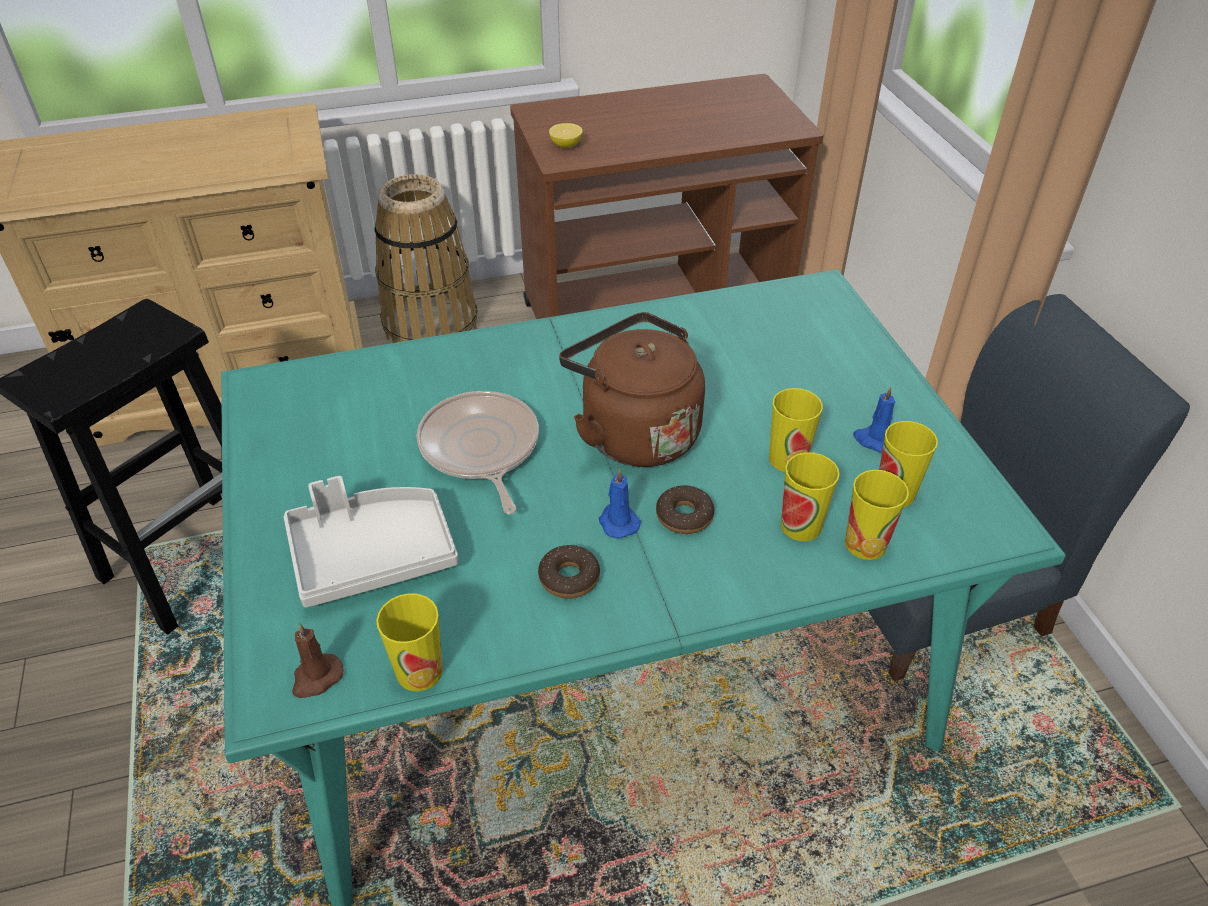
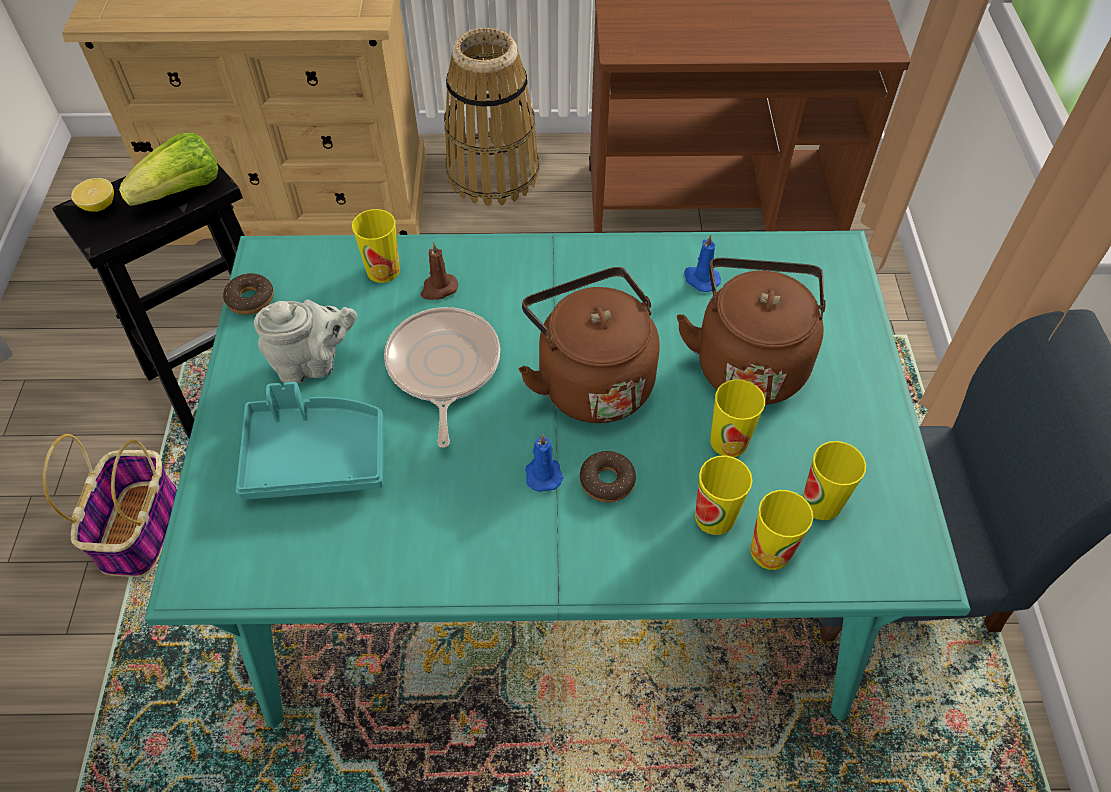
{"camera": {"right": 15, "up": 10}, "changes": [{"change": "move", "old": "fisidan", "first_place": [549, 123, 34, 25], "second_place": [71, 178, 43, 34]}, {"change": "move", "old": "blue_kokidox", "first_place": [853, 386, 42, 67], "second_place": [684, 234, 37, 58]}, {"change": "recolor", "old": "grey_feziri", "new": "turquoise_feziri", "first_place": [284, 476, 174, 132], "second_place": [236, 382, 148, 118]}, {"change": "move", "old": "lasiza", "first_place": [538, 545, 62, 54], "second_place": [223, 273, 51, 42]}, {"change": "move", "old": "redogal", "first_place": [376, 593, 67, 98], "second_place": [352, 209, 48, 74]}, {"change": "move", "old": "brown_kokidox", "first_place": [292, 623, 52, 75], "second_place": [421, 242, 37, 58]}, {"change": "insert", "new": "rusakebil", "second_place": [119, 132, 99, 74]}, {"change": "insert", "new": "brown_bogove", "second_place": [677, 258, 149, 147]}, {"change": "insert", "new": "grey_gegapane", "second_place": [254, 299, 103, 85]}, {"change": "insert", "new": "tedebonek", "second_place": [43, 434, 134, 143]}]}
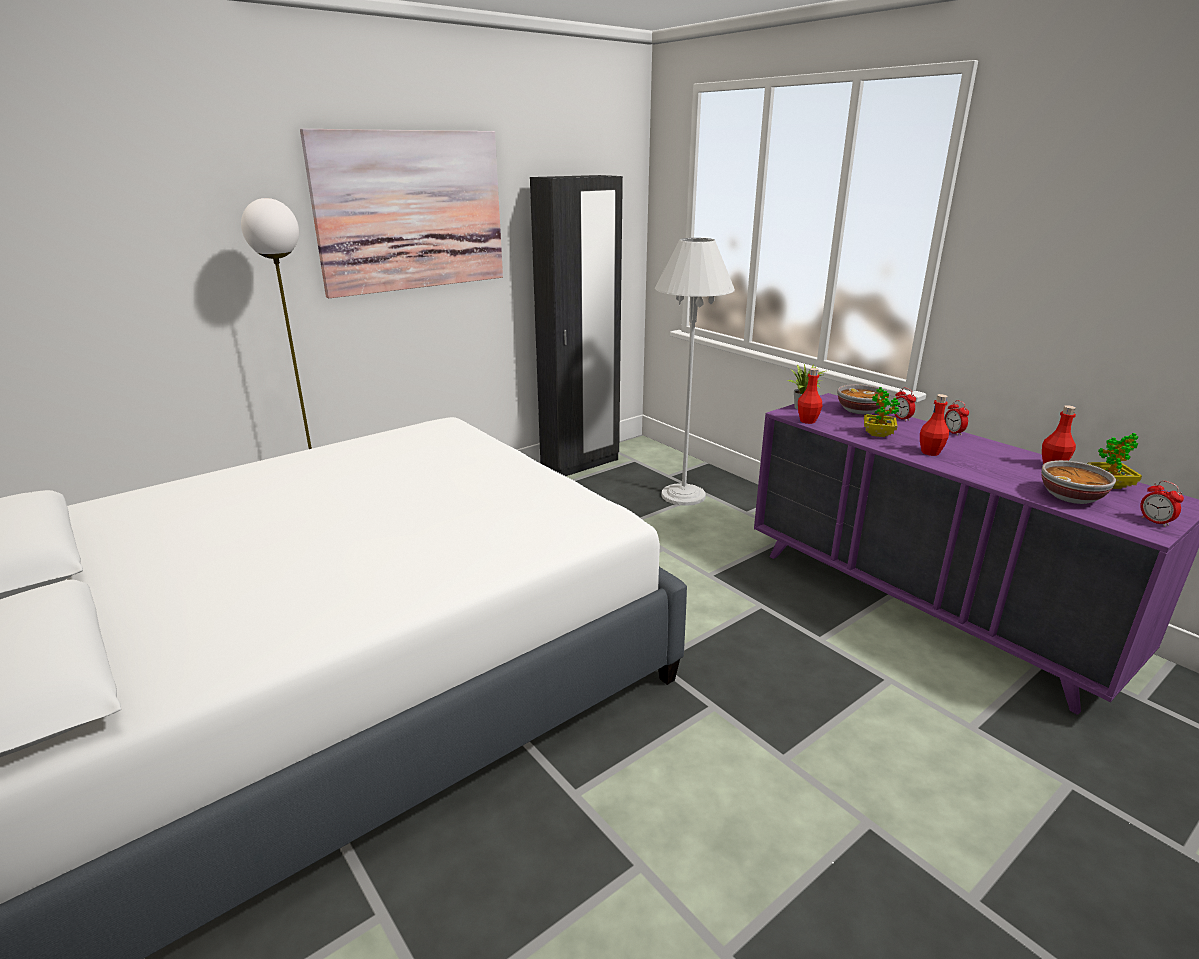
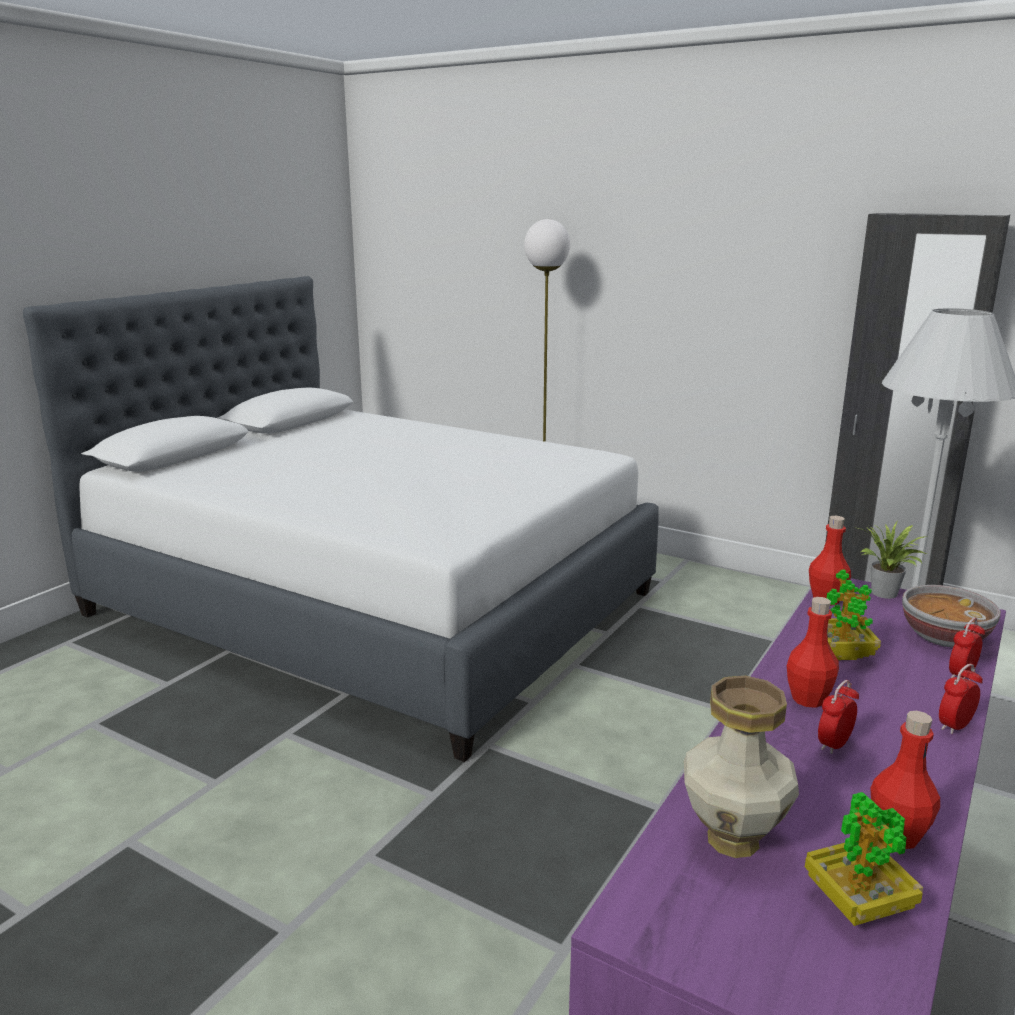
{"camera": {"right": 70, "up": -5}, "changes": [{"change": "delete", "old": "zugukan", "first_place": [300, 129, 203, 169]}, {"change": "replace", "old": "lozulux", "new": "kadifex", "first_place": [1041, 460, 75, 44], "second_place": [684, 676, 115, 182]}, {"change": "move", "old": "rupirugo", "first_place": [1140, 481, 44, 46], "second_place": [818, 680, 41, 74]}]}
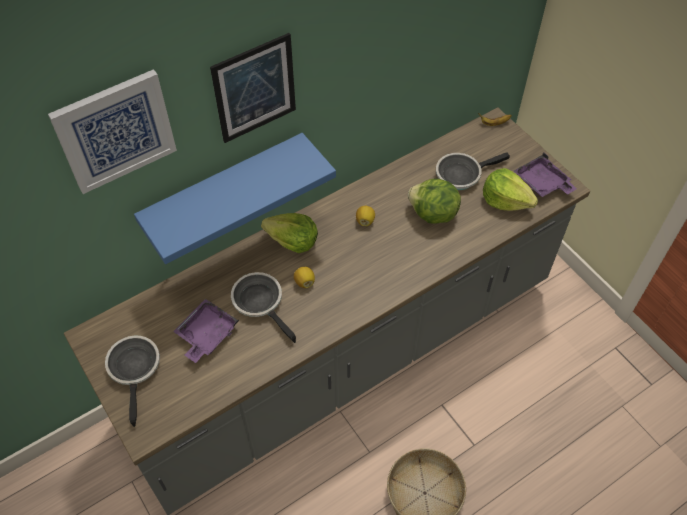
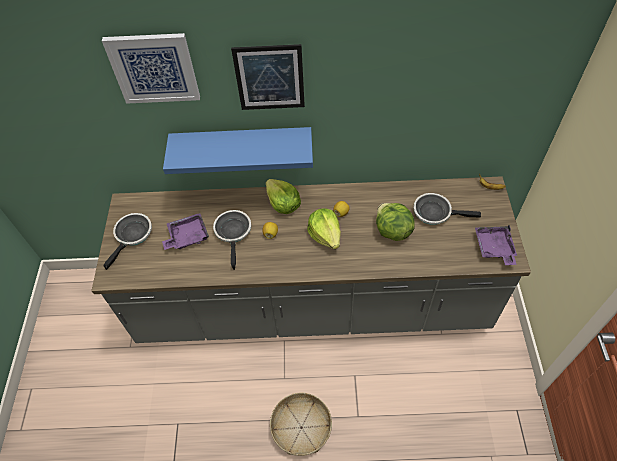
{"camera": {"right": 35, "up": 0}, "changes": [{"change": "move", "old": "rusakebil", "first_place": [483, 168, 55, 43], "second_place": [307, 208, 34, 41]}]}
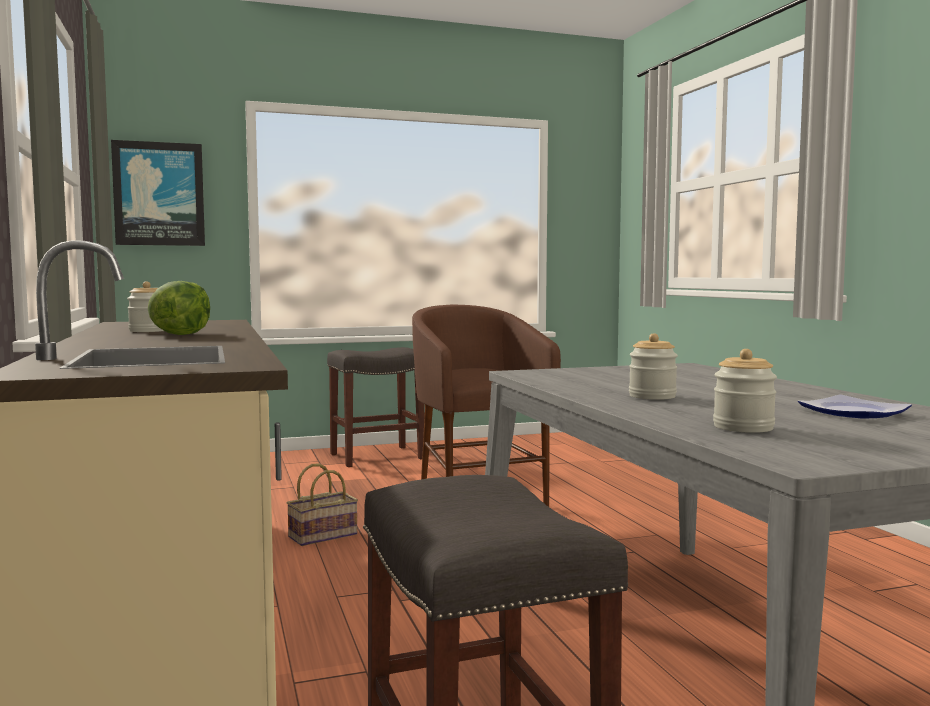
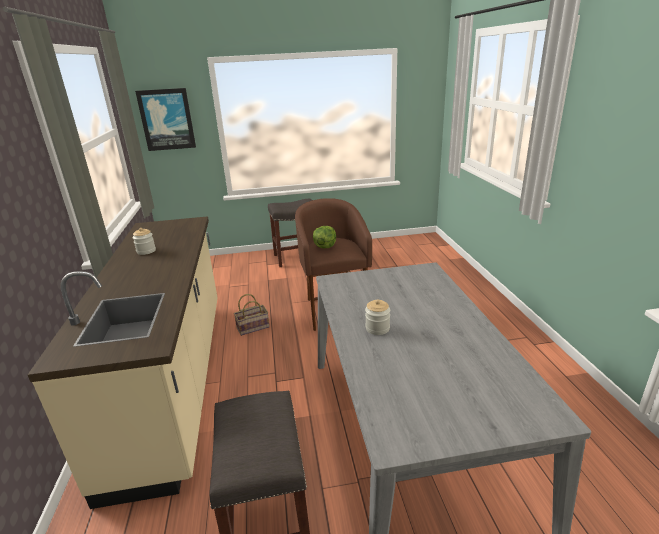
{"camera": {"right": 10, "up": 20}, "changes": [{"change": "move", "old": "rusakebil", "first_place": [148, 281, 62, 54], "second_place": [313, 226, 23, 22]}, {"change": "delete", "old": "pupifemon", "first_place": [713, 349, 64, 84]}, {"change": "delete", "old": "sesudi", "first_place": [798, 394, 114, 24]}]}
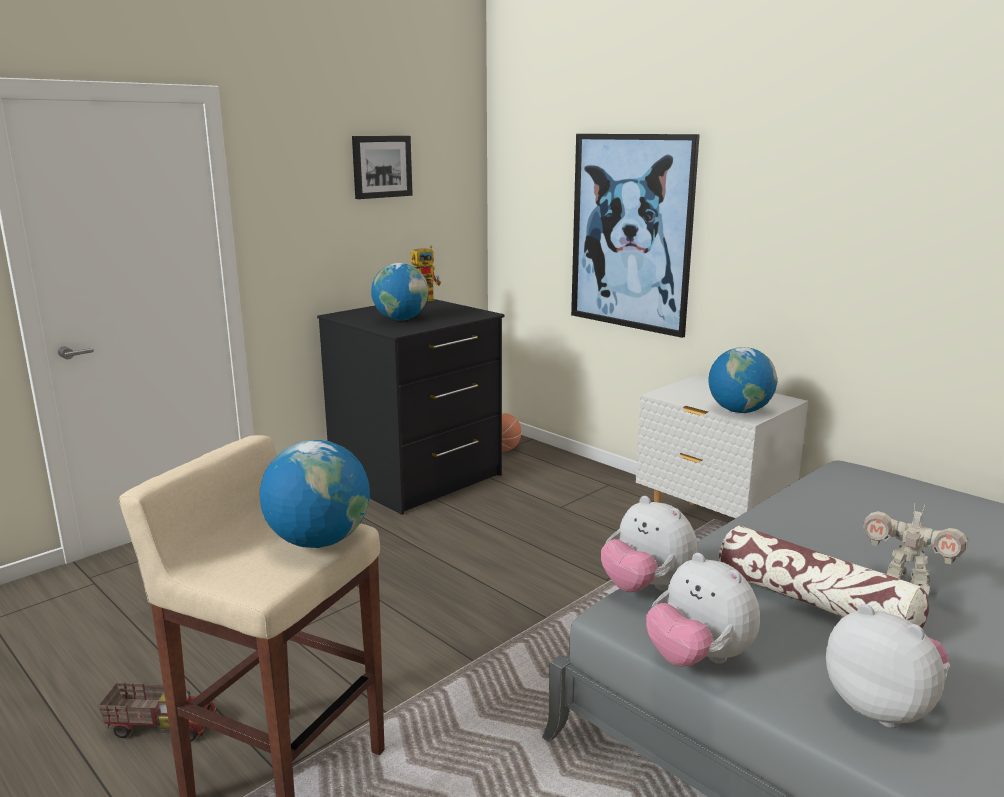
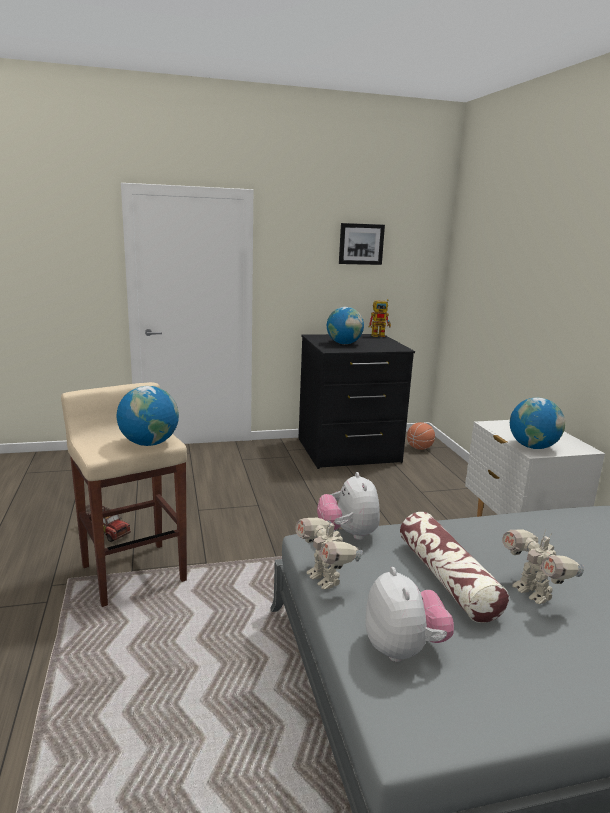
{"camera": {"right": 30, "up": 0}, "changes": [{"change": "delete", "old": "zugukan", "first_place": [571, 134, 129, 204]}, {"change": "replace", "old": "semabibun", "new": "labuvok", "first_place": [646, 553, 114, 114], "second_place": [296, 518, 67, 72]}]}
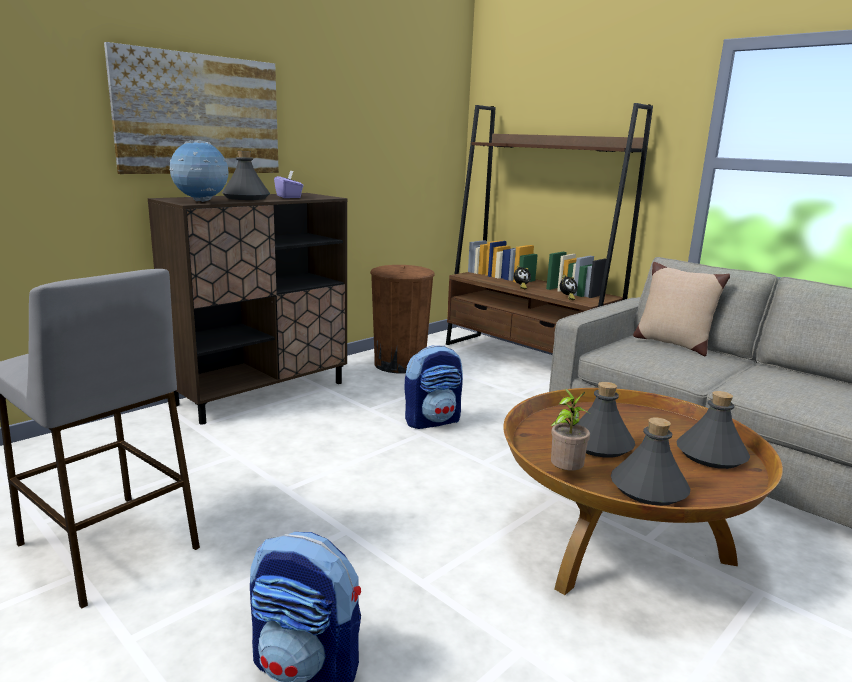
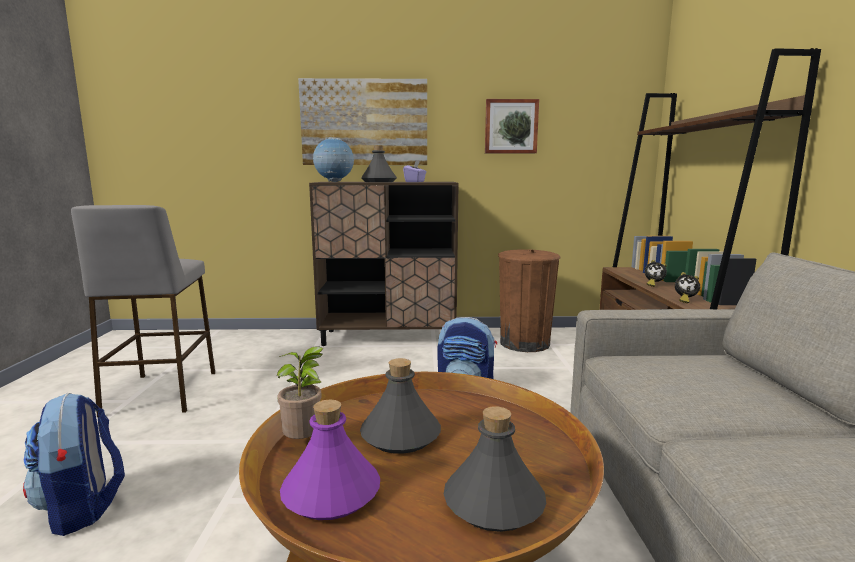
{"camera": {"right": 45, "up": -5}, "changes": [{"change": "delete", "old": "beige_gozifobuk", "first_place": [633, 262, 97, 94]}, {"change": "recolor", "old": "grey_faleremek", "new": "purple_faleremek", "first_place": [611, 417, 79, 89], "second_place": [280, 400, 100, 120]}, {"change": "insert", "new": "zugukan", "second_place": [485, 99, 54, 54]}]}
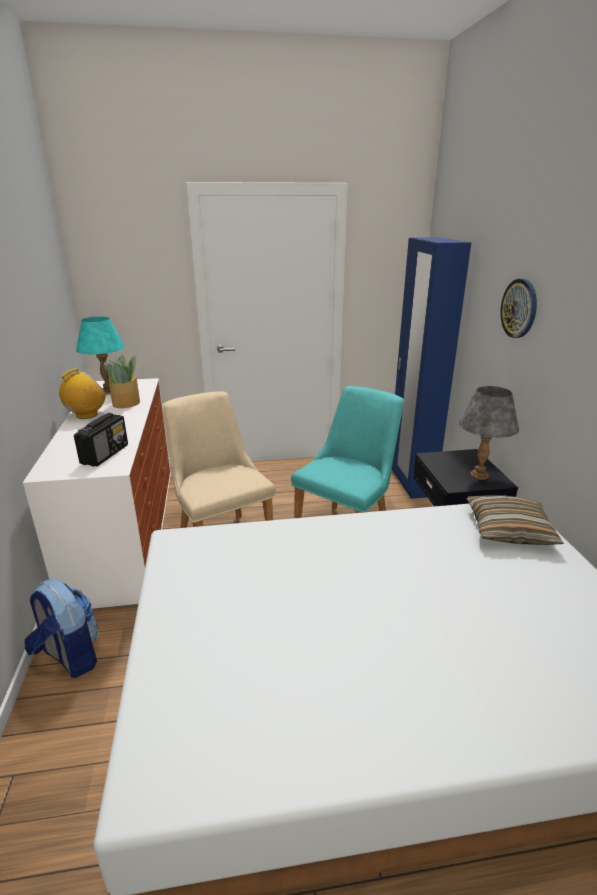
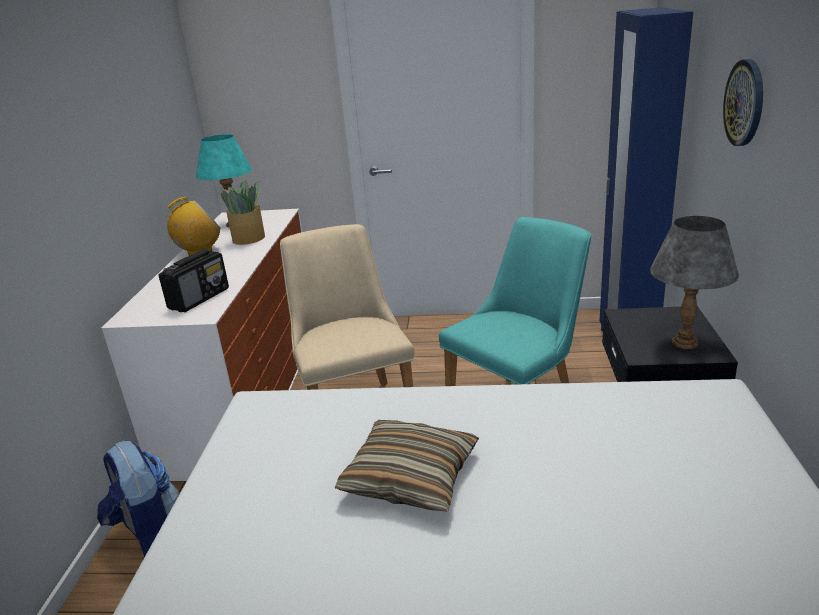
{"camera": {"right": 15, "up": 0}, "changes": [{"change": "move", "old": "gozifobuk", "first_place": [467, 495, 97, 50], "second_place": [335, 420, 144, 92]}]}
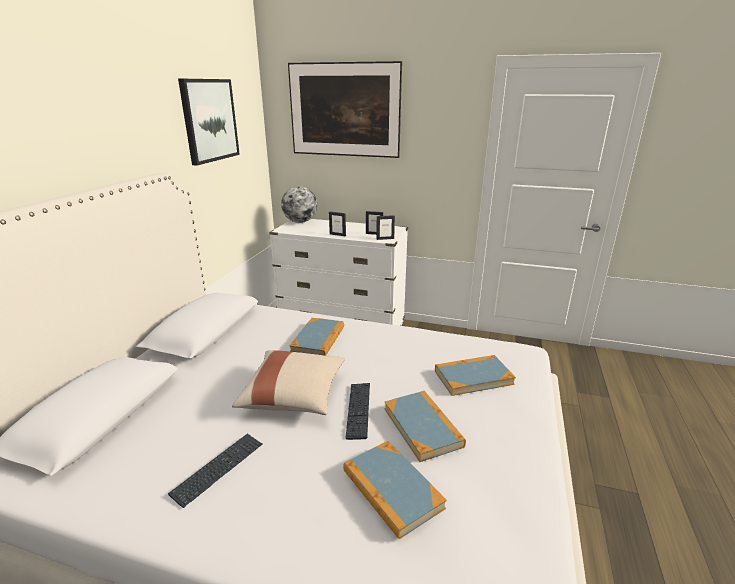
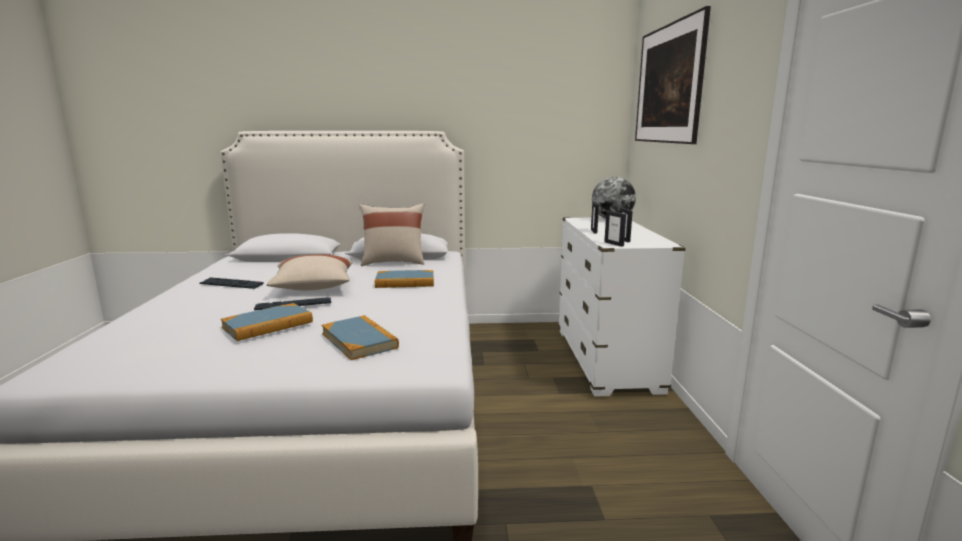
{"camera": {"right": 70, "up": -10}, "changes": [{"change": "delete", "old": "zugukan", "first_place": [178, 79, 62, 87]}, {"change": "delete", "old": "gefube", "first_place": [343, 441, 104, 98]}, {"change": "insert", "new": "beige_gozifobuk", "second_place": [359, 203, 65, 63]}]}
